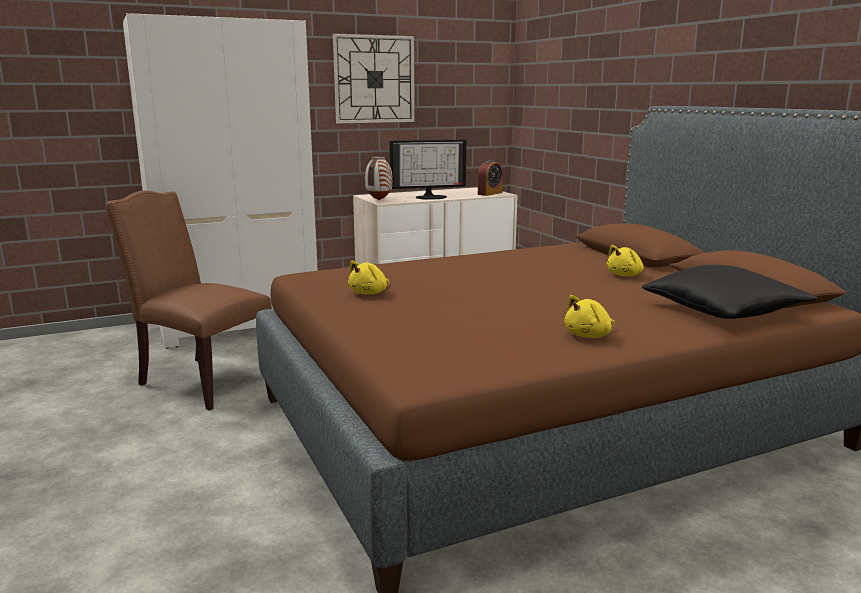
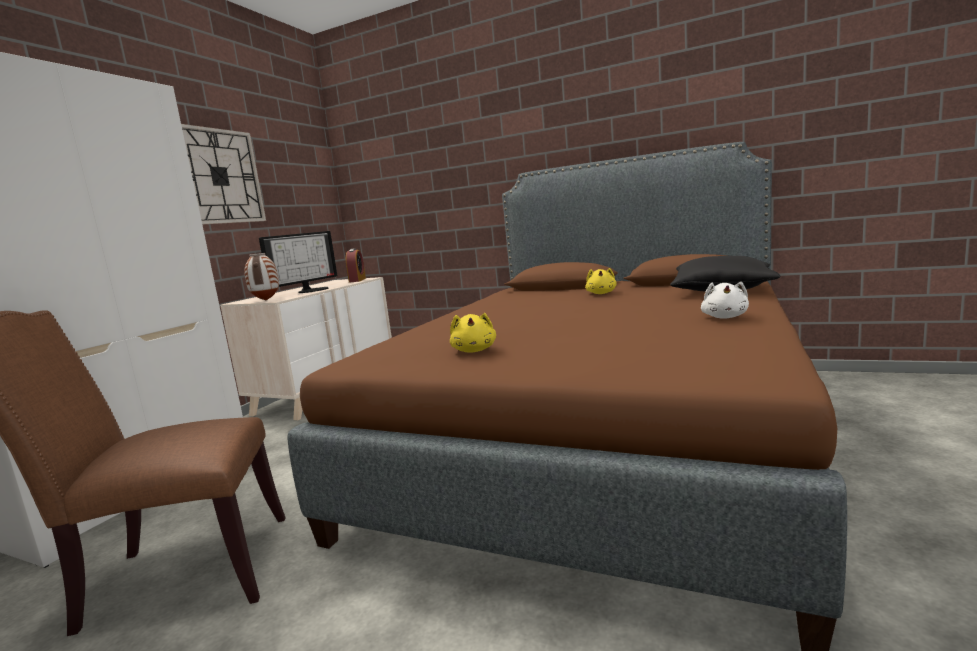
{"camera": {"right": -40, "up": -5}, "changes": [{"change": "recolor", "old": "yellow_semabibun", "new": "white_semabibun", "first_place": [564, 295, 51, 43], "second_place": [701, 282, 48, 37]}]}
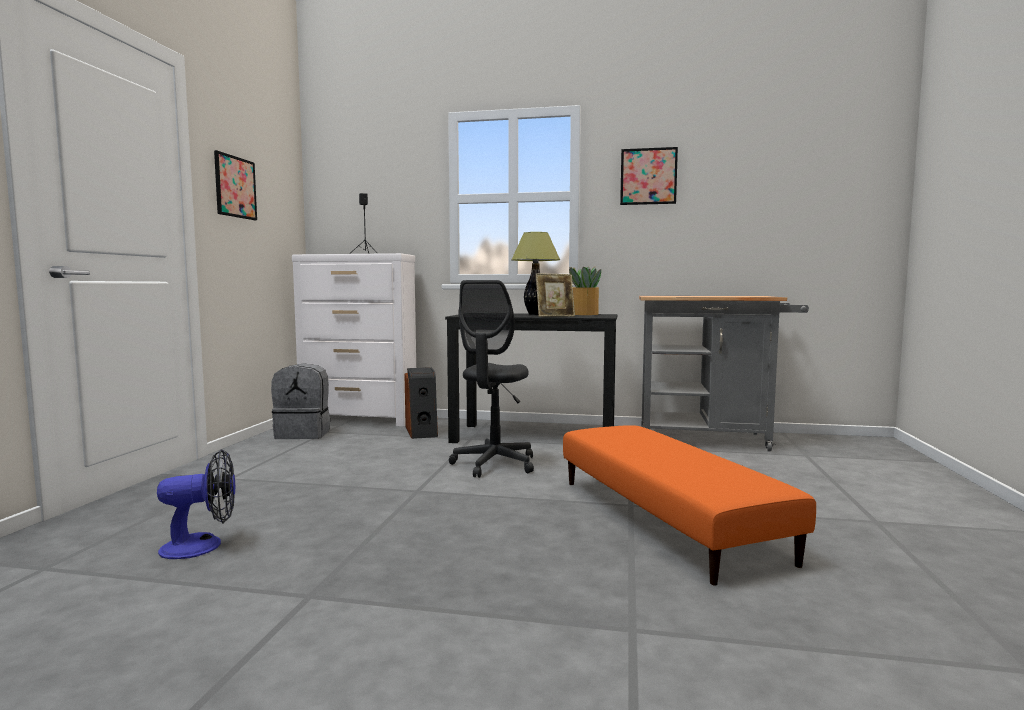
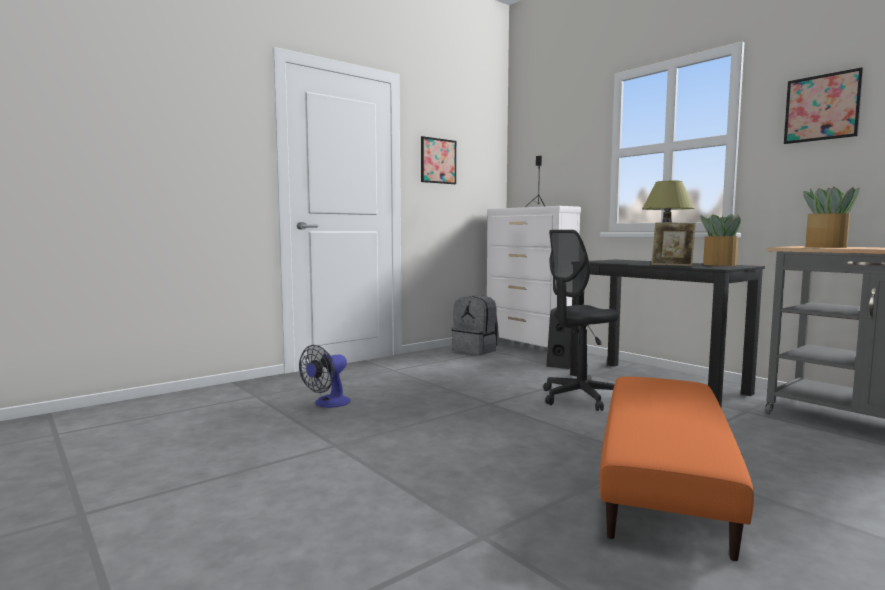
{"camera": {"right": 40, "up": 0}, "changes": [{"change": "rotate", "old": "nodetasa", "first_place": [157, 449, 78, 110], "second_place": [299, 345, 52, 63], "degrees": 105}, {"change": "insert", "new": "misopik", "second_place": [803, 187, 57, 61]}]}
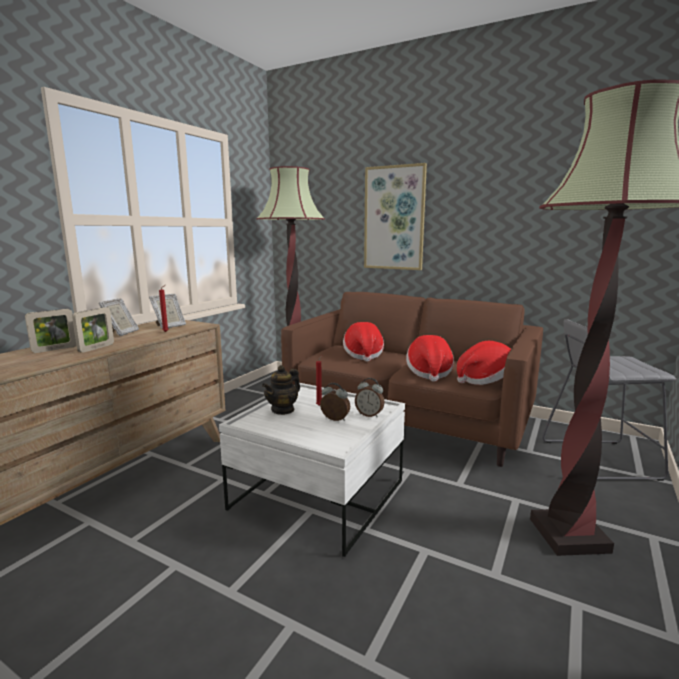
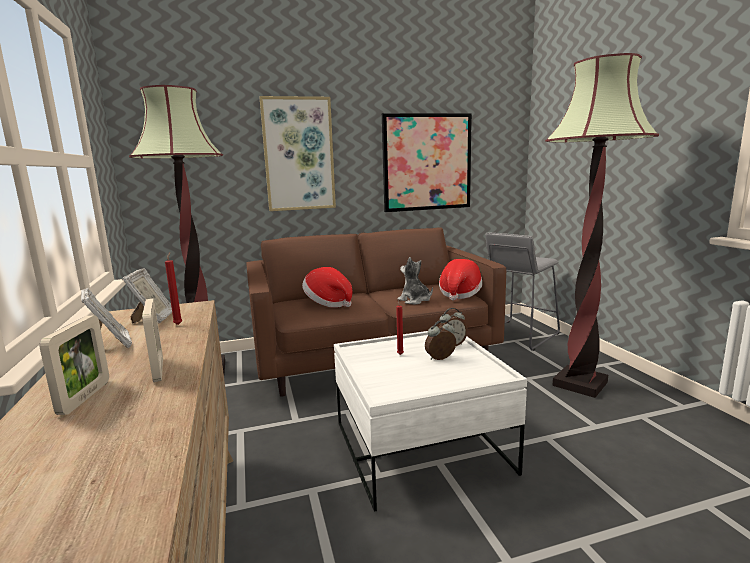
{"camera": {"right": -45, "up": 0}, "changes": [{"change": "replace", "old": "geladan", "new": "semabibun", "first_place": [406, 335, 48, 47], "second_place": [398, 257, 35, 47]}, {"change": "delete", "old": "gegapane", "first_place": [262, 365, 38, 50]}, {"change": "insert", "new": "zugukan", "second_place": [382, 113, 90, 99]}]}
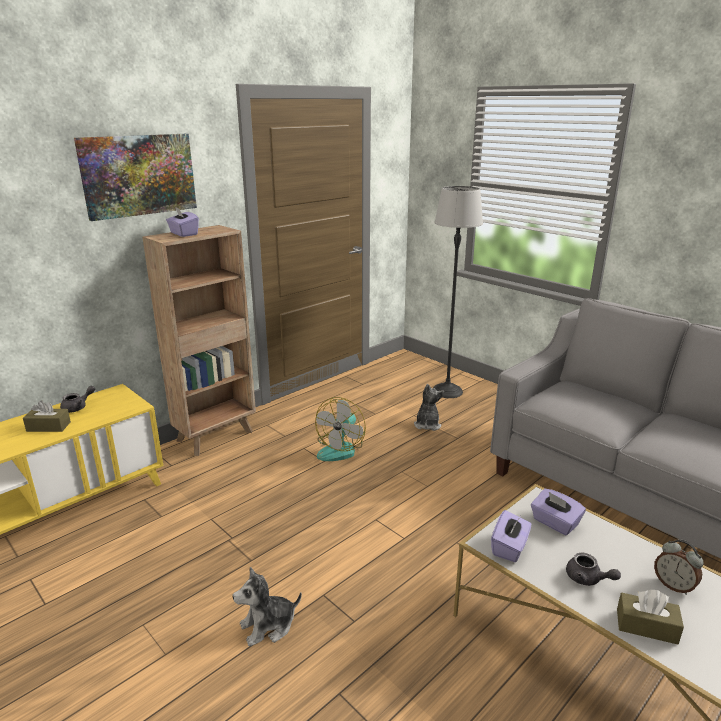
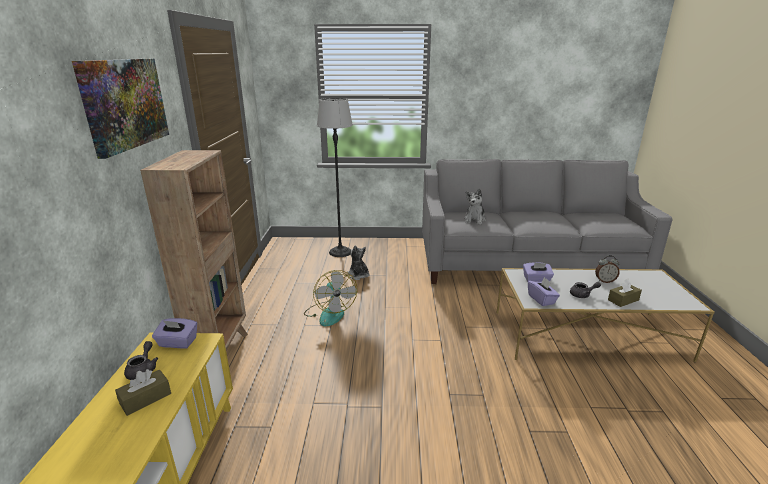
{"camera": {"right": -45, "up": 0}, "changes": [{"change": "move", "old": "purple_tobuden", "first_place": [166, 207, 33, 30], "second_place": [152, 318, 45, 31]}, {"change": "move", "old": "semabibun", "first_place": [233, 567, 69, 80], "second_place": [464, 188, 22, 37]}]}
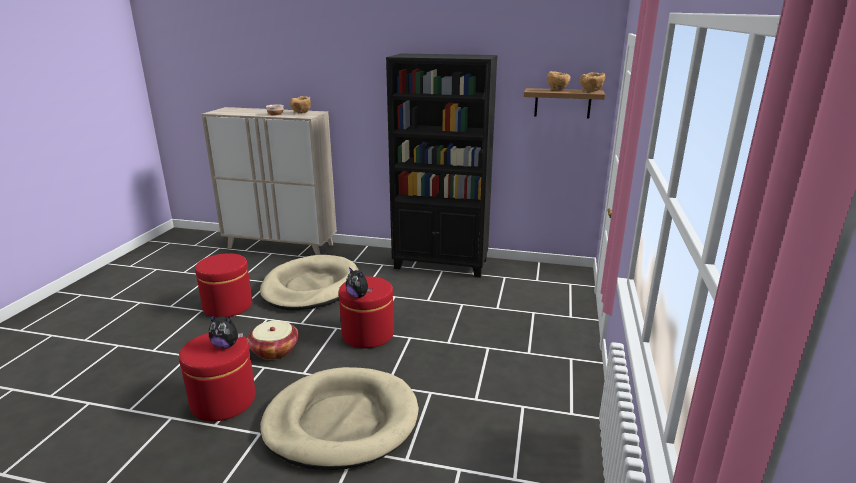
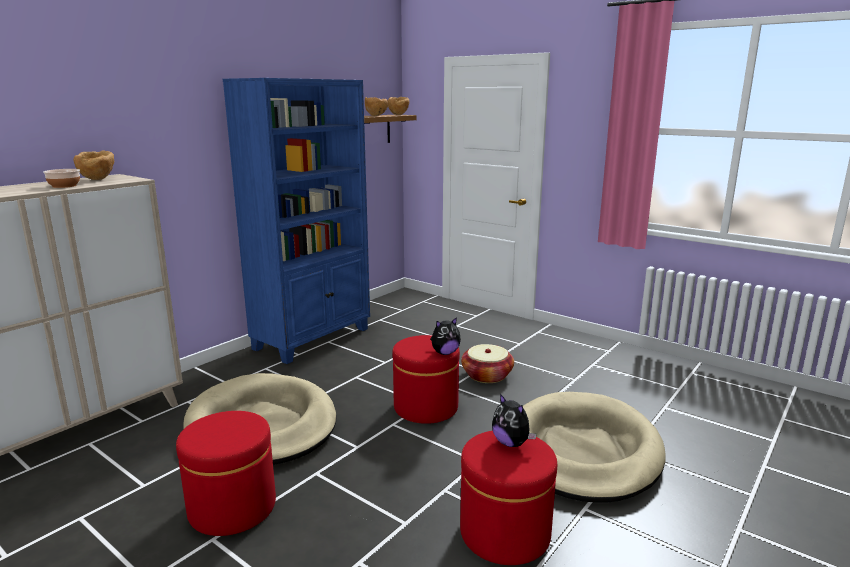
{"camera": {"right": -65, "up": -5}, "changes": [{"change": "recolor", "old": "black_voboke", "new": "blue_voboke", "first_place": [386, 53, 112, 225], "second_place": [222, 78, 148, 286]}, {"change": "rotate", "old": "semabibun", "first_place": [209, 315, 34, 34], "second_place": [492, 394, 45, 53], "degrees": 105}, {"change": "move", "old": "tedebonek", "first_place": [247, 321, 52, 39], "second_place": [461, 344, 53, 39]}]}
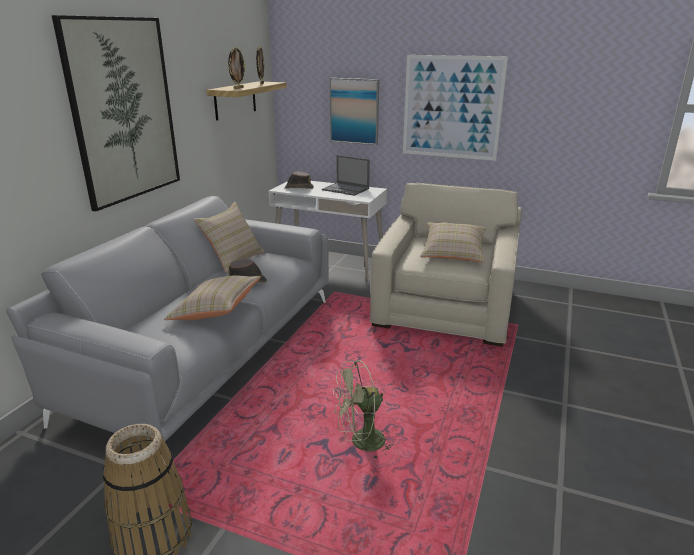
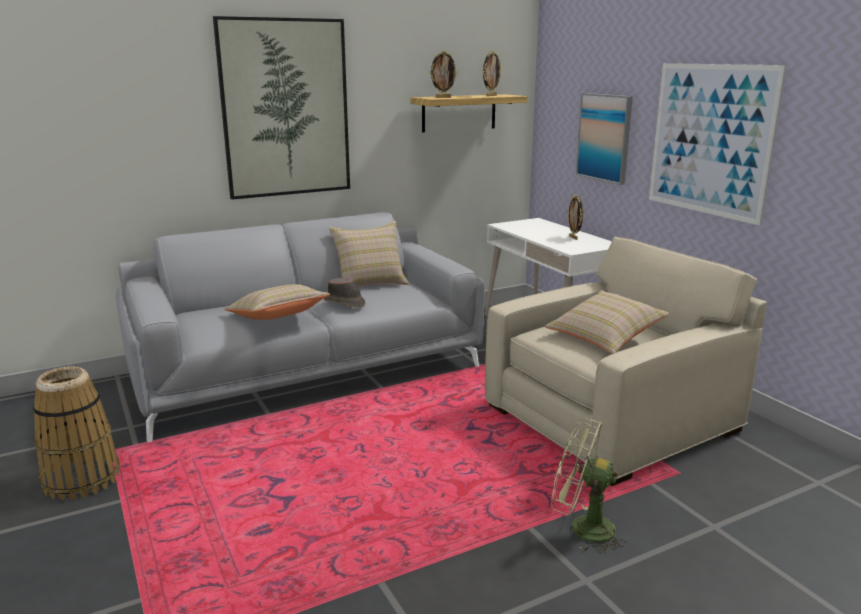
{"camera": {"right": 40, "up": -5}, "changes": [{"change": "replace", "old": "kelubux", "new": "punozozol", "first_place": [322, 155, 48, 41], "second_place": [567, 195, 16, 45]}, {"change": "delete", "old": "brown_geladan", "first_place": [285, 171, 29, 18]}, {"change": "move", "old": "green_nodetasa", "first_place": [333, 360, 61, 100], "second_place": [551, 417, 76, 136]}]}
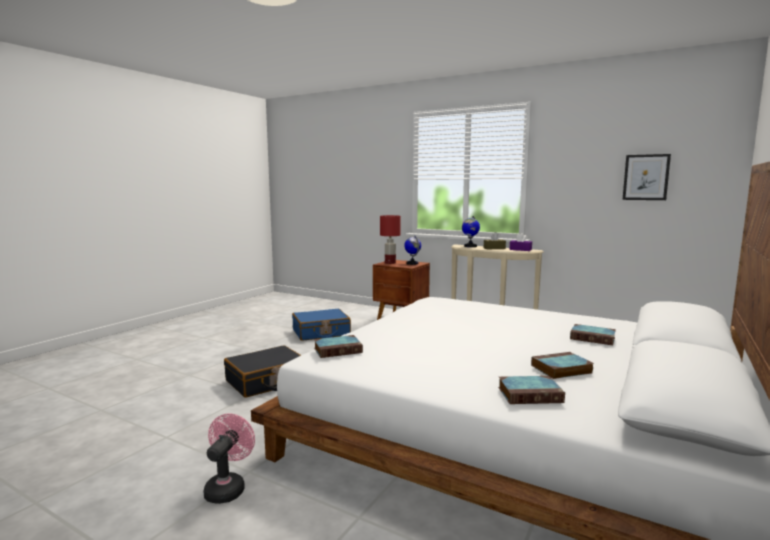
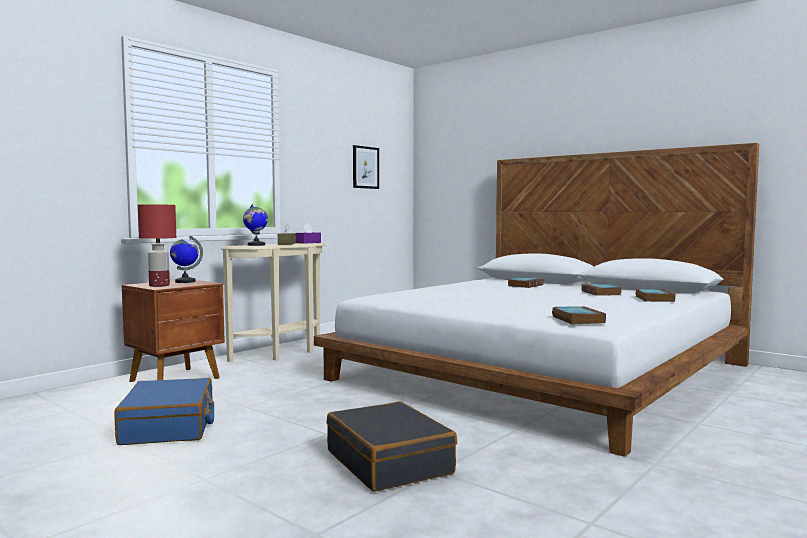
{"camera": {"right": -80, "up": -5}, "changes": [{"change": "delete", "old": "pink_nodetasa", "first_place": [203, 413, 52, 91]}]}
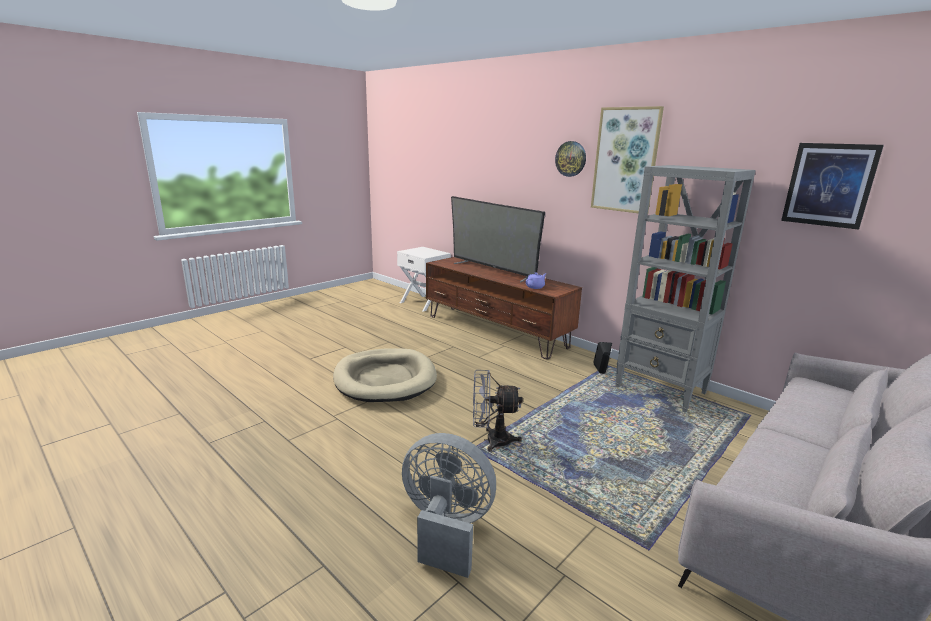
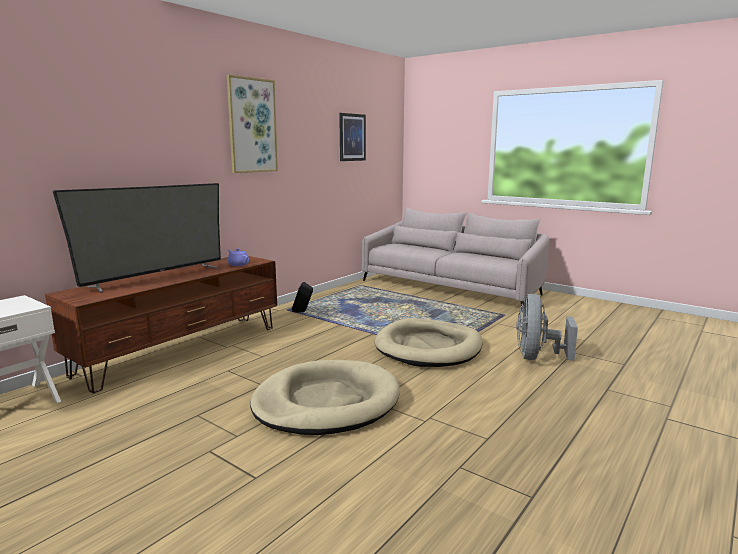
{"camera": {"right": -95, "up": -5}, "changes": [{"change": "delete", "old": "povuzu", "first_place": [555, 141, 31, 36]}, {"change": "delete", "old": "grey_voboke", "first_place": [615, 165, 141, 248]}, {"change": "replace", "old": "grey_nodetasa", "new": "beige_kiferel", "first_place": [473, 370, 50, 82], "second_place": [375, 318, 107, 49]}]}
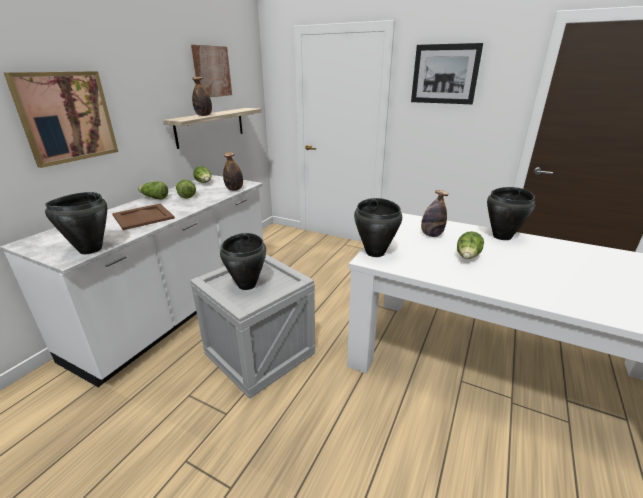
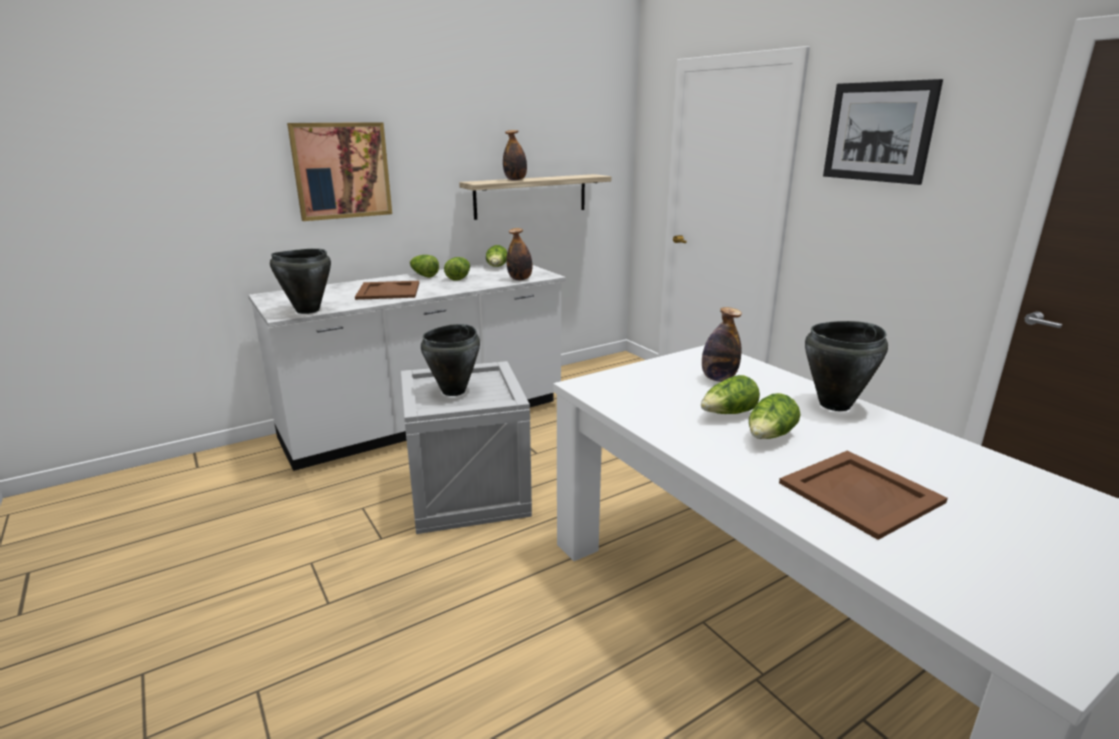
{"camera": {"right": 30, "up": -5}, "changes": [{"change": "delete", "old": "zugukan", "first_place": [191, 45, 41, 52]}, {"change": "delete", "old": "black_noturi", "first_place": [354, 198, 48, 59]}, {"change": "insert", "new": "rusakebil", "second_place": [749, 393, 52, 46]}, {"change": "insert", "new": "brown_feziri", "second_place": [779, 451, 169, 89]}]}
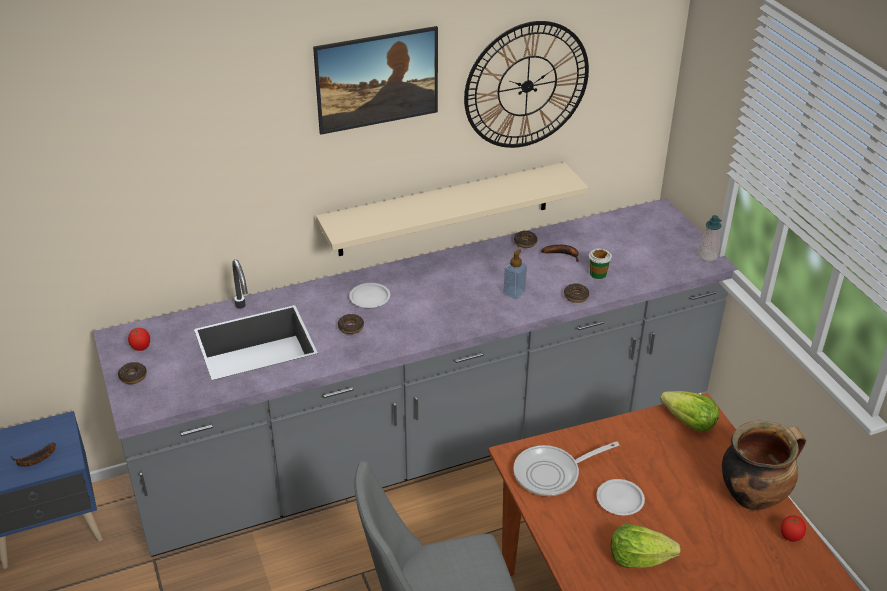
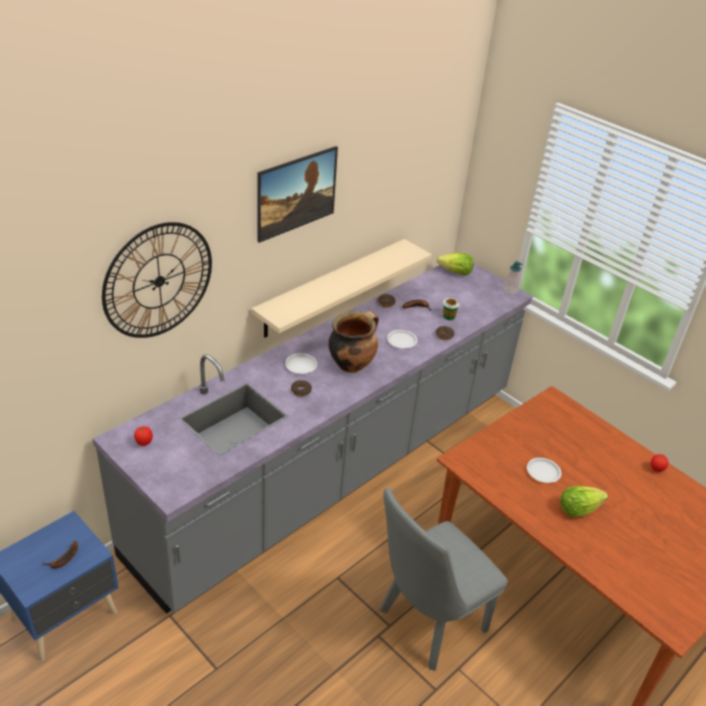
{"camera": {"right": -25, "up": 0}, "changes": [{"change": "move", "old": "povuzu", "first_place": [464, 21, 125, 127], "second_place": [102, 222, 110, 116]}, {"change": "replace", "old": "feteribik", "new": "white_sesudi", "first_place": [503, 249, 24, 50], "second_place": [387, 330, 30, 18]}, {"change": "delete", "old": "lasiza", "first_place": [118, 362, 29, 22]}, {"change": "move", "old": "rusakebil", "first_place": [660, 391, 59, 40], "second_place": [437, 253, 37, 22]}, {"change": "move", "old": "noturi", "first_place": [722, 421, 84, 89], "second_place": [329, 311, 50, 62]}, {"change": "delete", "old": "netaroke", "first_place": [513, 441, 106, 55]}]}
